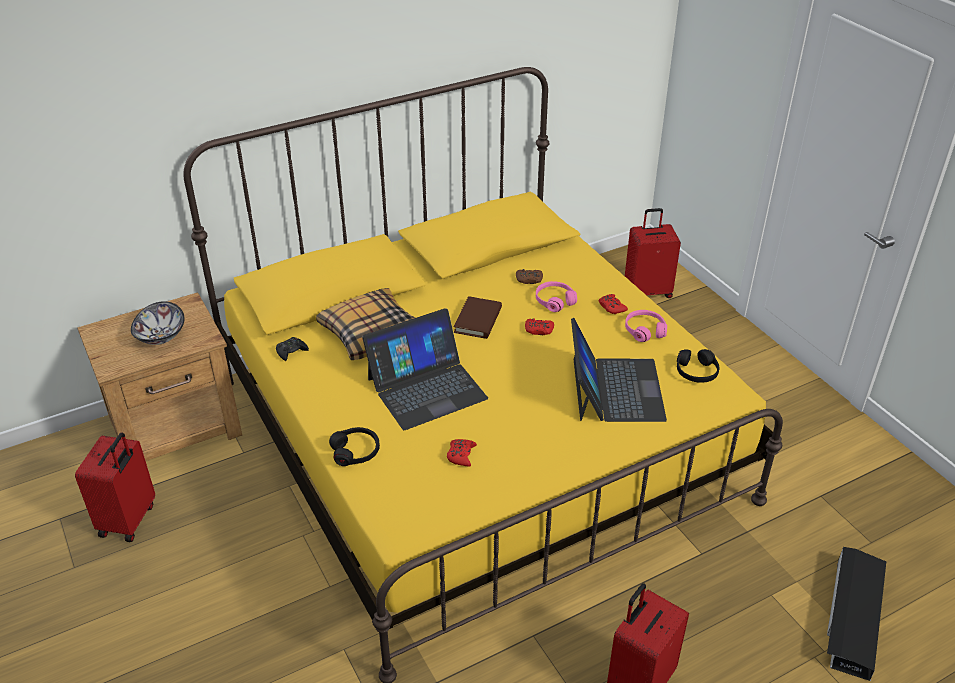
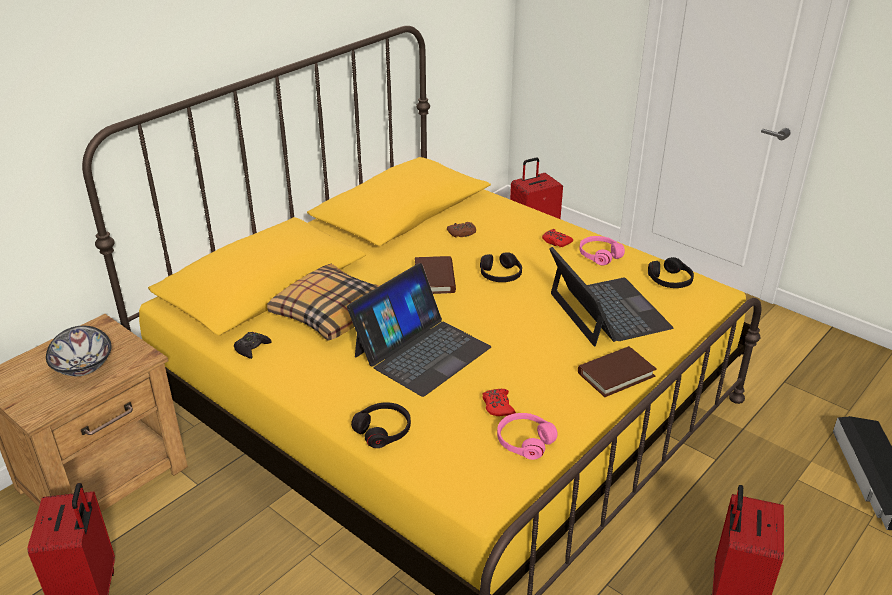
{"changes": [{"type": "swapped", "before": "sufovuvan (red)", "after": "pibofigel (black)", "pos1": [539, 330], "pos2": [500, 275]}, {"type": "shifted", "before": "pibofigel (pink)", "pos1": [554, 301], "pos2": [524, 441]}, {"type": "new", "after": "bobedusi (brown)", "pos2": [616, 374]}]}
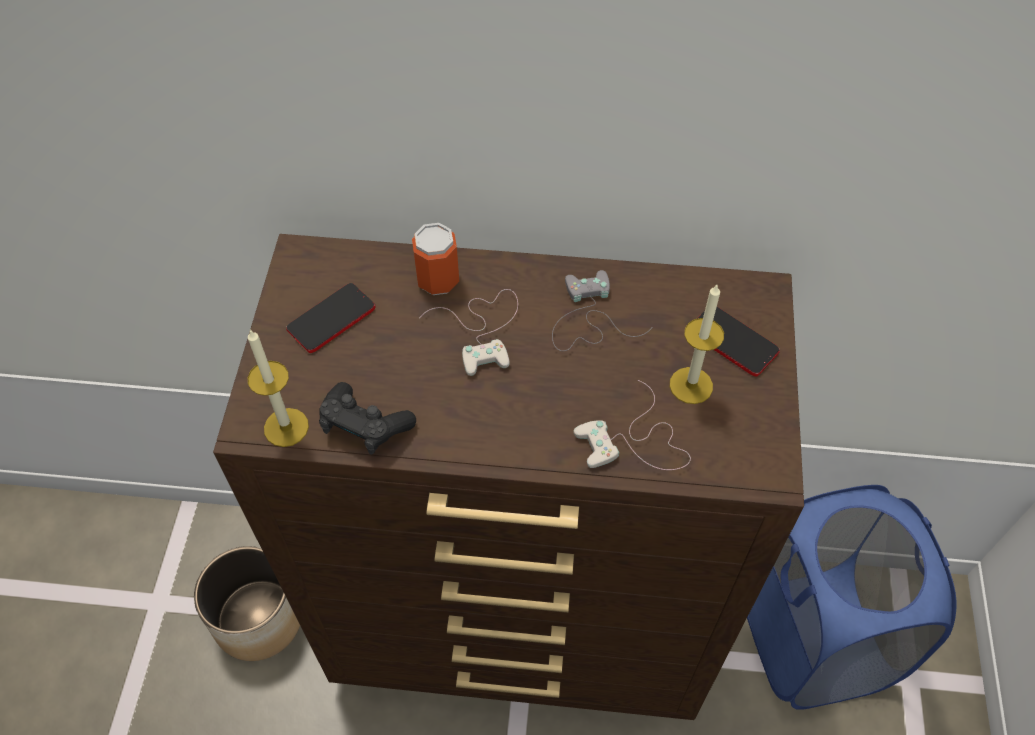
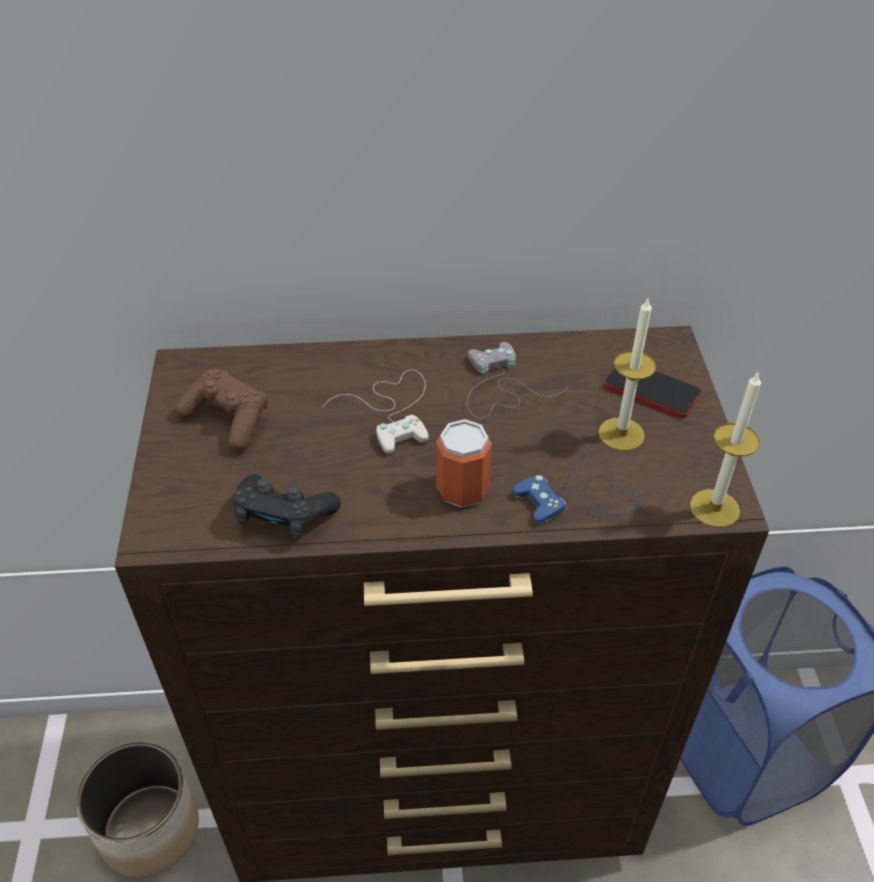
{"changes": [{"type": "shifted", "before": "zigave", "pos1": [286, 427], "pos2": [714, 508]}, {"type": "swapped", "before": "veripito", "after": "sufovuvan (brown)", "pos1": [331, 319], "pos2": [228, 420]}, {"type": "shifted", "before": "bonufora", "pos1": [438, 280], "pos2": [462, 490]}, {"type": "repainted", "before": "sufovuvan (white)", "after": "sufovuvan (blue)", "pos1": [635, 441], "pos2": [578, 493]}]}
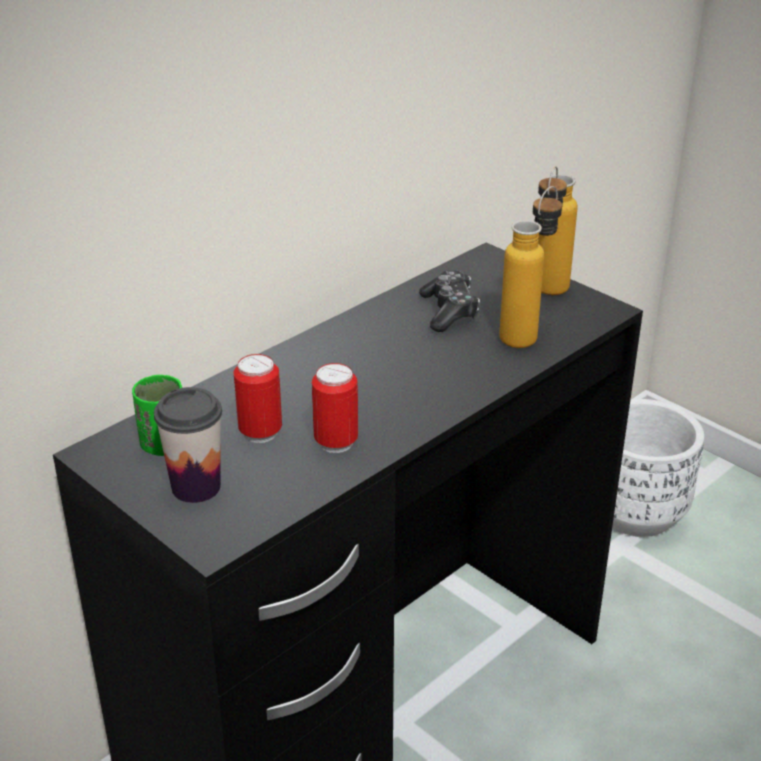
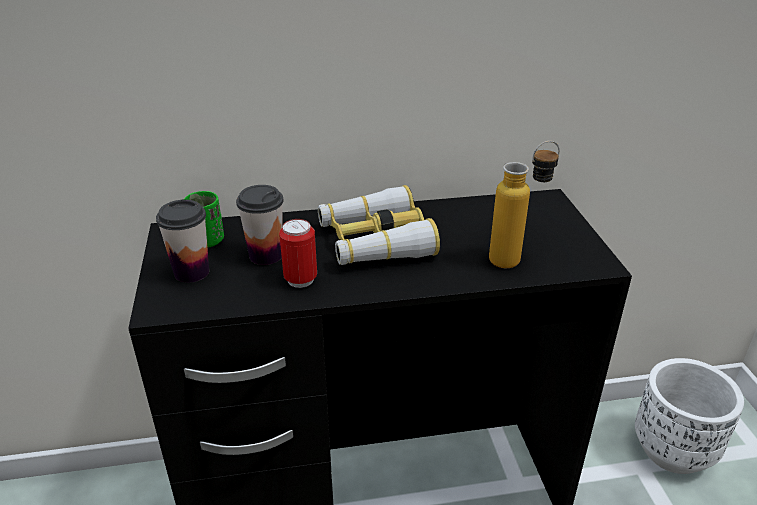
{"changes": [{"type": "swapped", "before": "bonufora", "after": "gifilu", "pos1": [260, 432], "pos2": [266, 255]}, {"type": "gone", "before": "sufovuvan", "pos1": [449, 311]}, {"type": "gone", "before": "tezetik", "pos1": [547, 295]}, {"type": "new", "after": "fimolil", "pos2": [375, 241]}]}
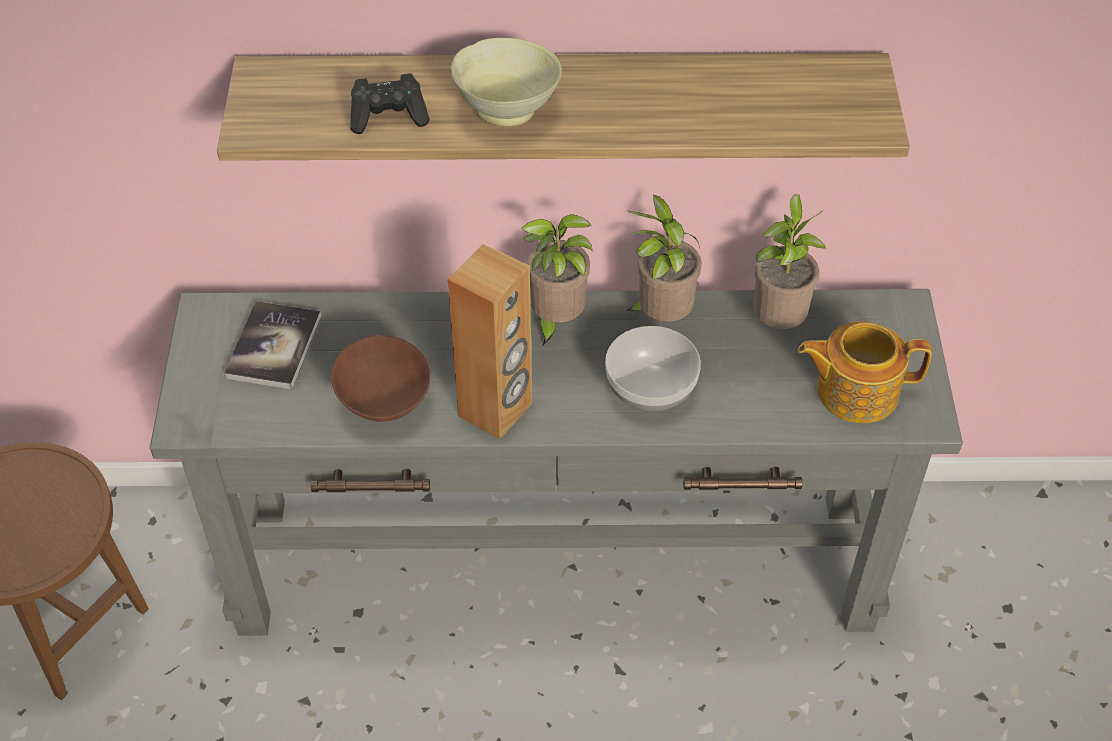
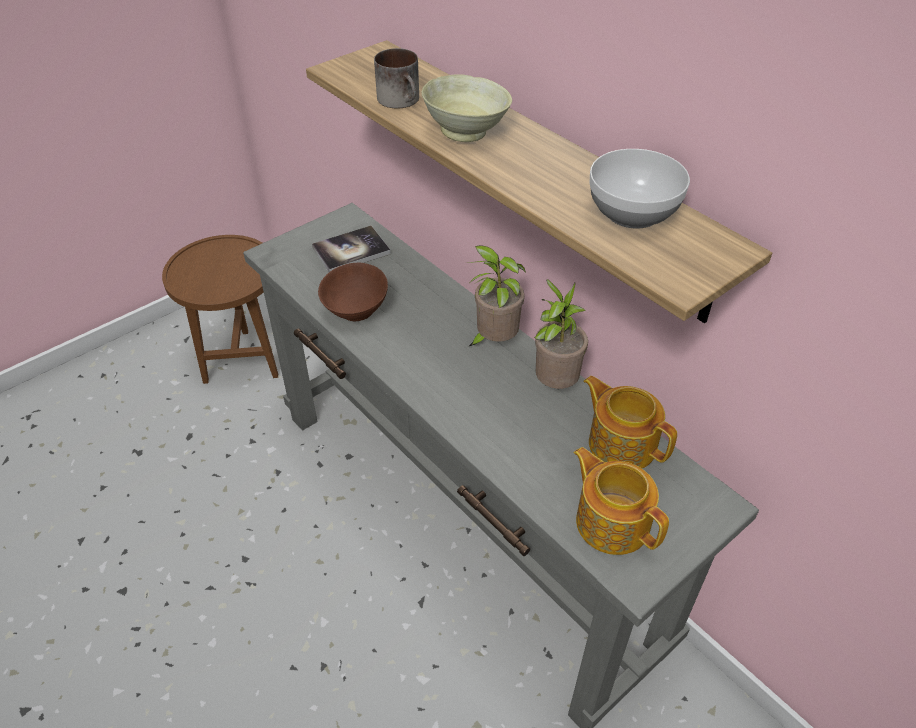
{"changes": [{"type": "swapped", "before": "sufovuvan (black)", "after": "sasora", "pos1": [389, 116], "pos2": [402, 100]}, {"type": "gone", "before": "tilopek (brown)", "pos1": [496, 410]}, {"type": "shifted", "before": "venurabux", "pos1": [649, 389], "pos2": [631, 211]}, {"type": "swapped", "before": "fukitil", "after": "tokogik", "pos1": [778, 321], "pos2": [621, 443]}]}
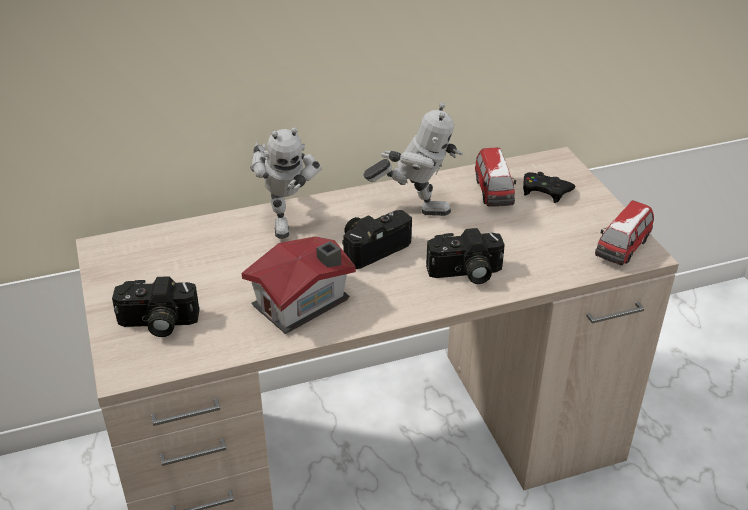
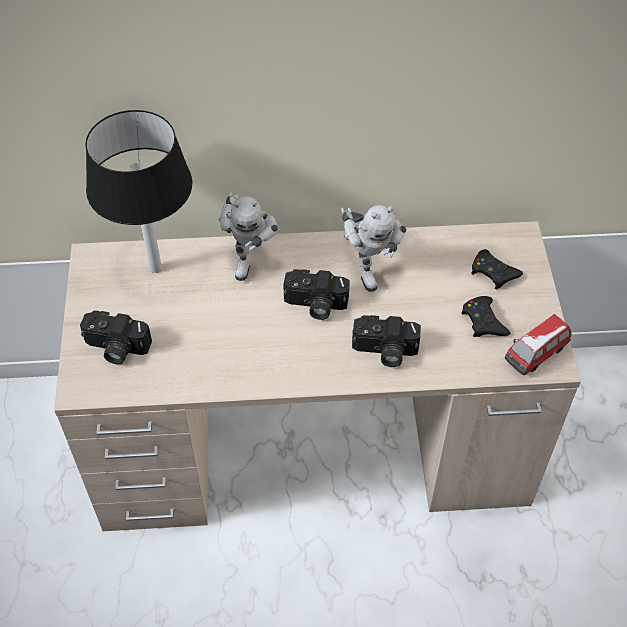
{"changes": [{"type": "gone", "before": "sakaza", "pos1": [304, 303]}, {"type": "rotated", "before": "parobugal", "pos1": [373, 247], "pos2": [315, 305], "turn": -150}, {"type": "rotated", "before": "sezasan", "pos1": [414, 207], "pos2": [367, 267], "turn": 45}, {"type": "gone", "before": "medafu", "pos1": [494, 193]}, {"type": "new", "after": "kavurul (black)", "pos2": [155, 268]}, {"type": "new", "after": "sufovuvan (black)", "pos2": [483, 321]}]}
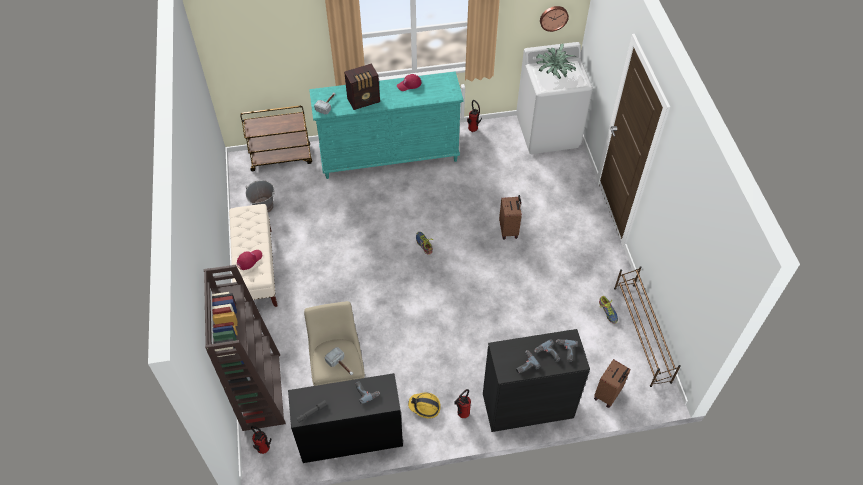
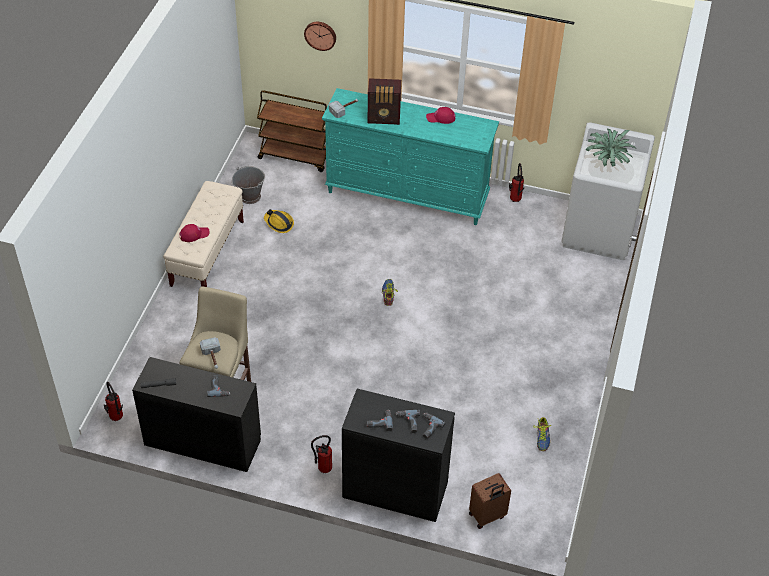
{"changes": [{"type": "gone", "before": "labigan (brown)", "pos1": [261, 390]}, {"type": "shifted", "before": "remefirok", "pos1": [425, 407], "pos2": [279, 223]}, {"type": "gone", "before": "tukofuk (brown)", "pos1": [509, 230]}, {"type": "shifted", "before": "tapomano", "pos1": [553, 17], "pos2": [320, 35]}, {"type": "gone", "before": "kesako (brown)", "pos1": [641, 334]}]}
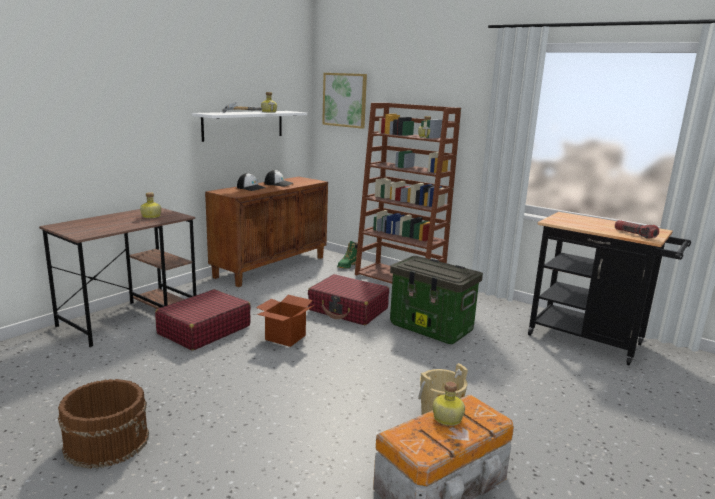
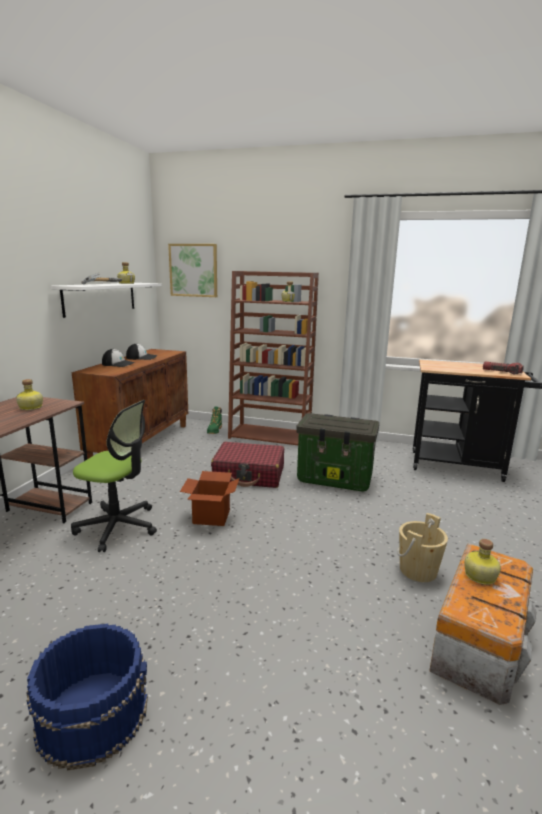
{"changes": [{"type": "repainted", "before": "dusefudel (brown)", "after": "dusefudel (blue)", "pos1": [107, 441], "pos2": [93, 713]}, {"type": "swapped", "before": "tukofuk (red)", "after": "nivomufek", "pos1": [204, 330], "pos2": [118, 527]}]}
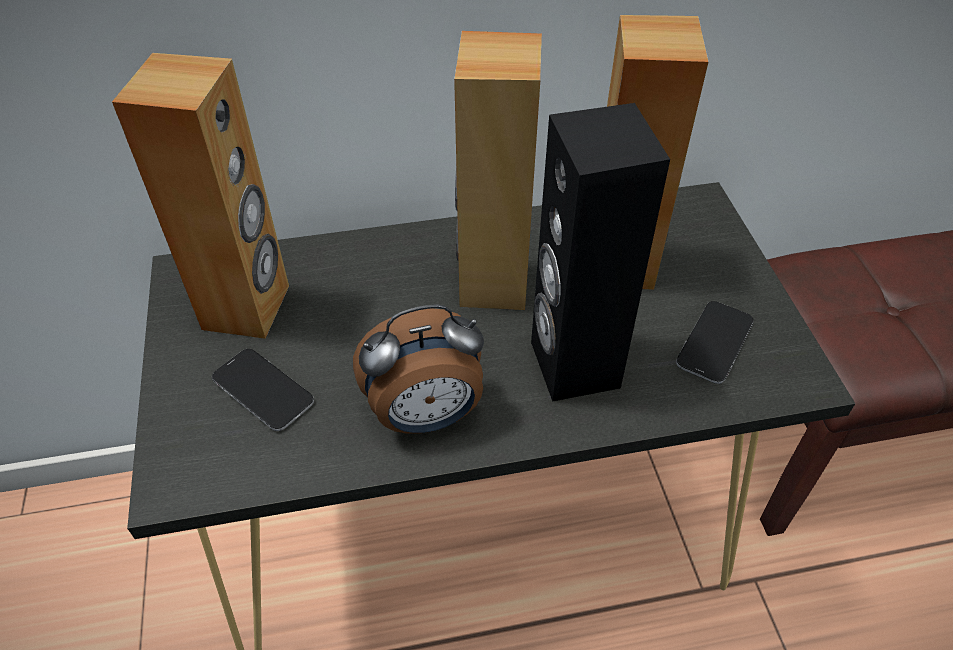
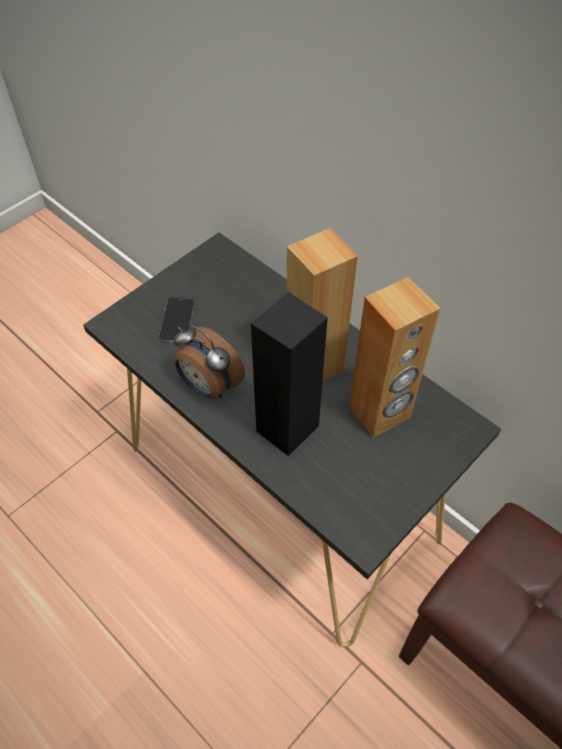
{"changes": [{"type": "gone", "before": "tilopek (brown)", "pos1": [247, 307]}, {"type": "gone", "before": "veripito", "pos1": [714, 343]}]}
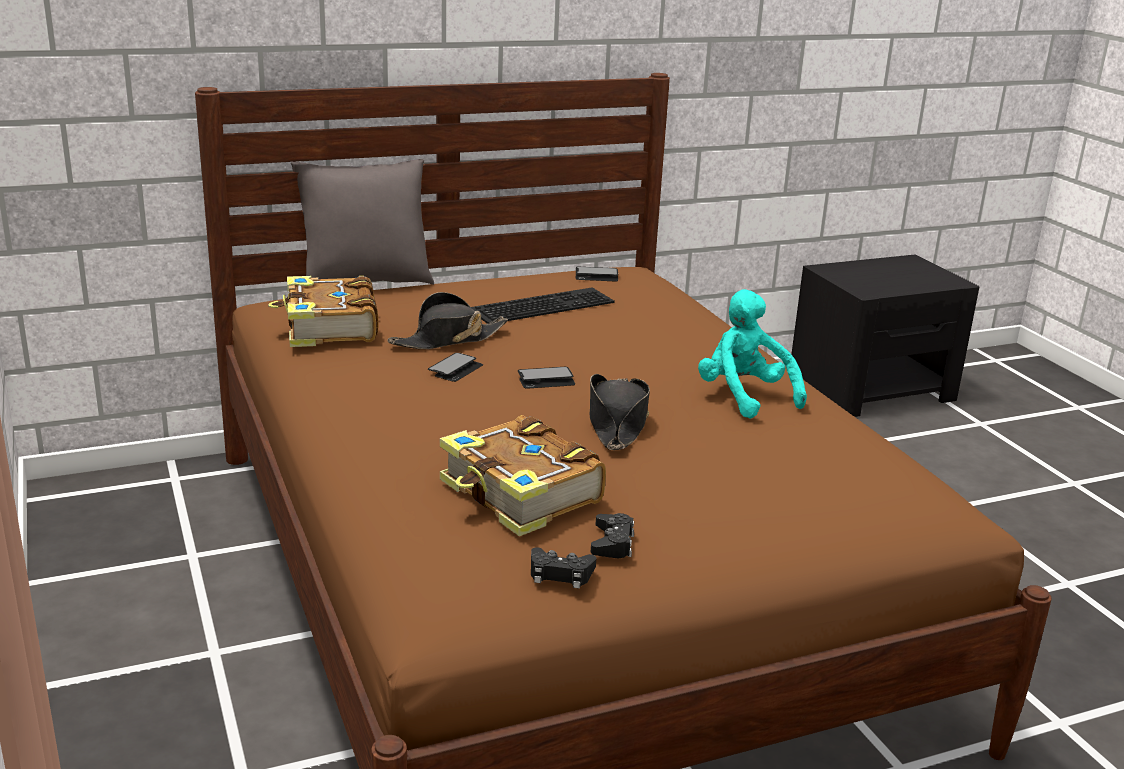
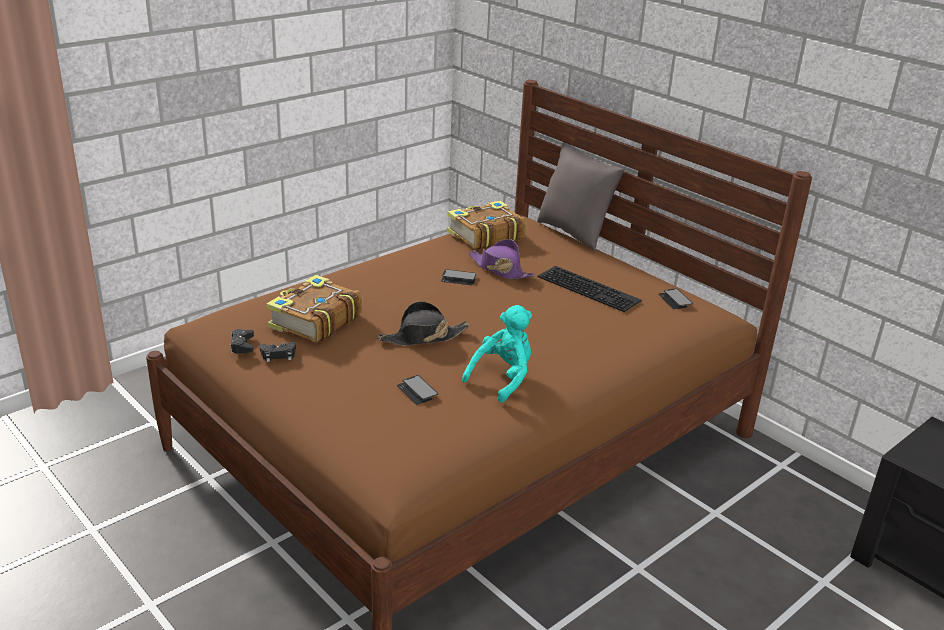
{"changes": [{"type": "repainted", "before": "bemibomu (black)", "after": "bemibomu (purple)", "pos1": [448, 339], "pos2": [500, 269]}, {"type": "shifted", "before": "veripito", "pos1": [546, 379], "pos2": [417, 391]}]}
